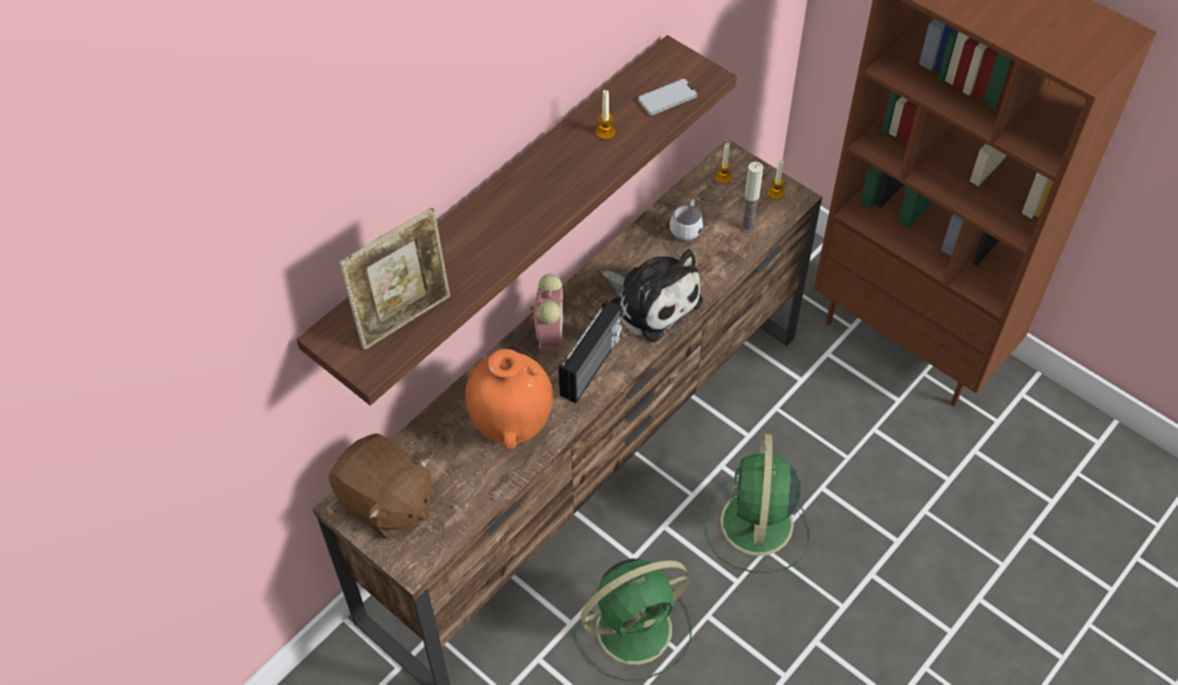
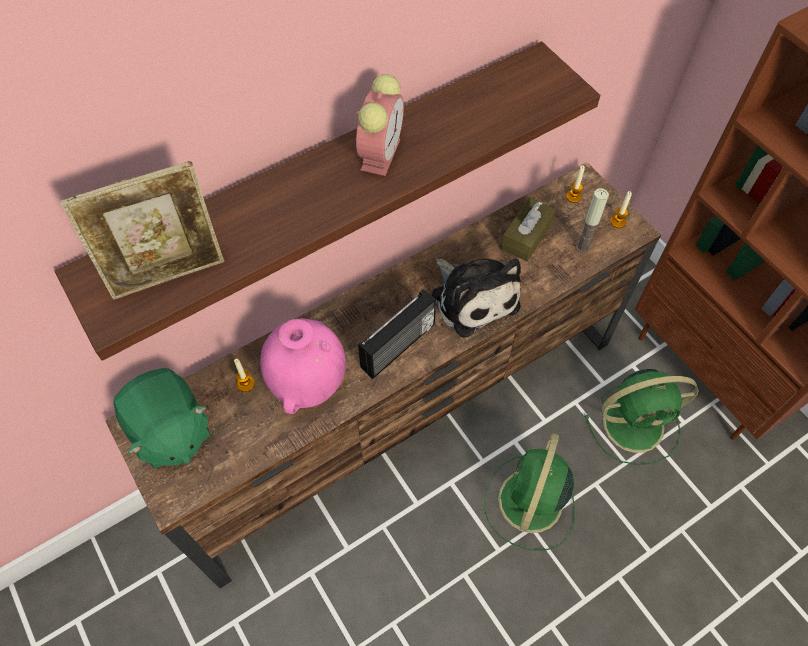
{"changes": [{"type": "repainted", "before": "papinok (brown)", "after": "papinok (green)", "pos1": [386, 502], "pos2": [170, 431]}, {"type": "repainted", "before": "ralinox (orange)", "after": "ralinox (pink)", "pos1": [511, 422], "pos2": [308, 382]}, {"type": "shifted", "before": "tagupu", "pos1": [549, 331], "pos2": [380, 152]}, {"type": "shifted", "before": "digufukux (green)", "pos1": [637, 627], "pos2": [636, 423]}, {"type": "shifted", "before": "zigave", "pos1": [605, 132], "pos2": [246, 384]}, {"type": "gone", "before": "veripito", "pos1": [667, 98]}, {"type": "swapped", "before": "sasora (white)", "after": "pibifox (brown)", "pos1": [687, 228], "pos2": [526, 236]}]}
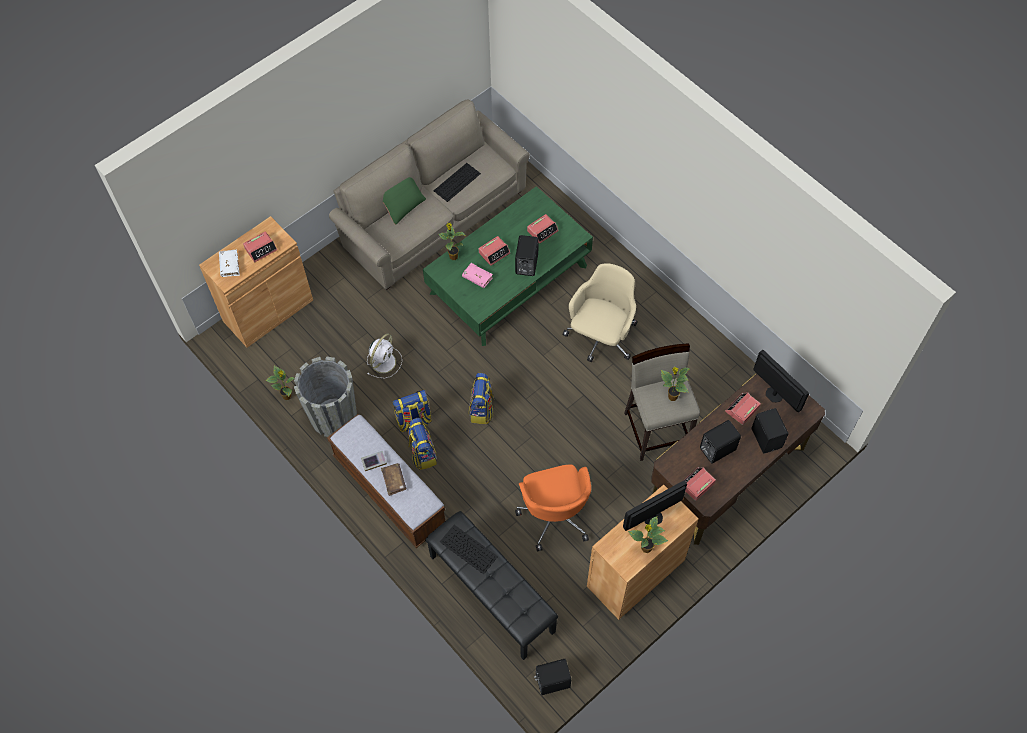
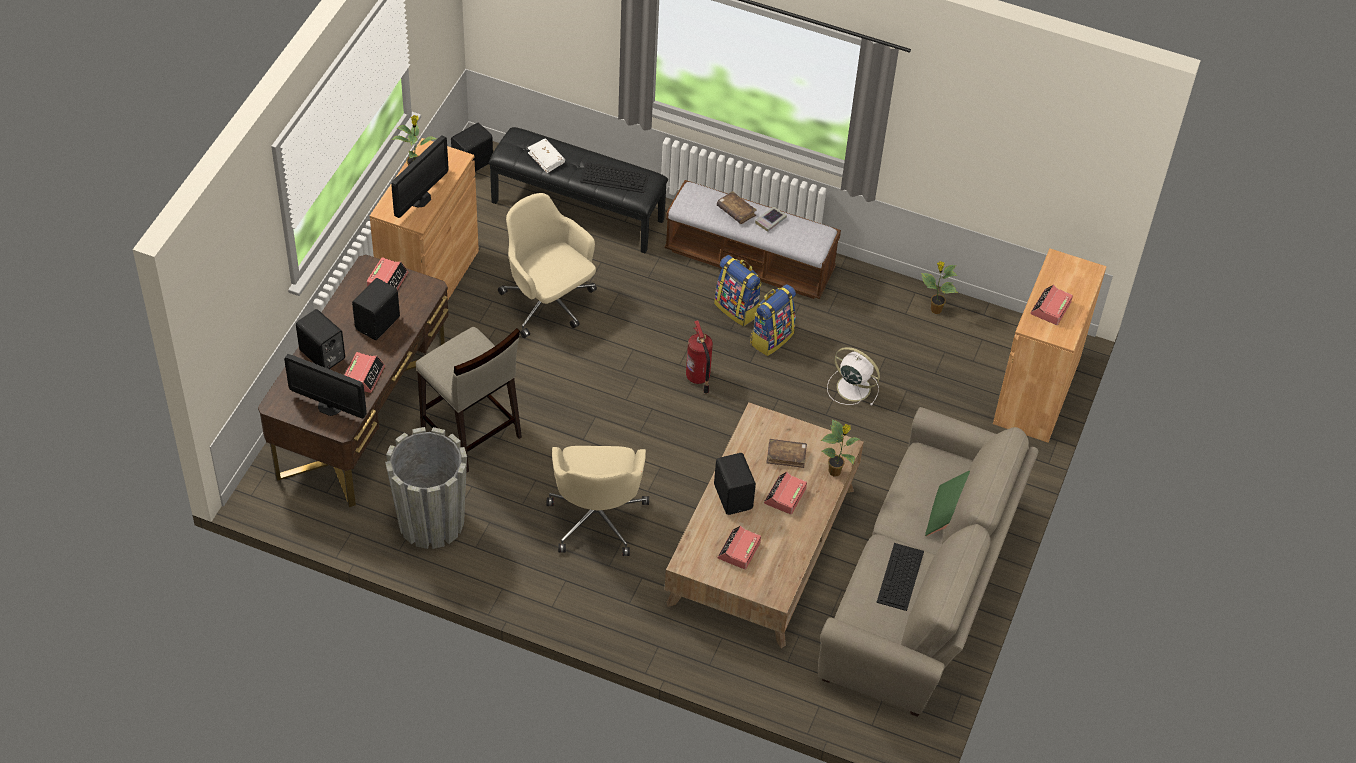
{"changes": [{"type": "shifted", "before": "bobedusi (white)", "pos1": [229, 265], "pos2": [546, 159]}, {"type": "shifted", "before": "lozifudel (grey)", "pos1": [333, 416], "pos2": [431, 521]}, {"type": "rotated", "before": "digufukux (white)", "pos1": [384, 361], "pos2": [852, 387], "turn": 120}, {"type": "repainted", "before": "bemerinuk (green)", "after": "bemerinuk (brown)", "pos1": [509, 279], "pos2": [761, 546]}, {"type": "repainted", "before": "bobedusi (pink)", "after": "bobedusi (brown)", "pos1": [477, 278], "pos2": [786, 456]}, {"type": "swapped", "before": "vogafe", "after": "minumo", "pos1": [482, 409], "pos2": [698, 378]}, {"type": "repainted", "before": "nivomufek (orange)", "after": "nivomufek (beige)", "pos1": [555, 514], "pos2": [549, 303]}, {"type": "gone", "before": "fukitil", "pos1": [672, 397]}]}
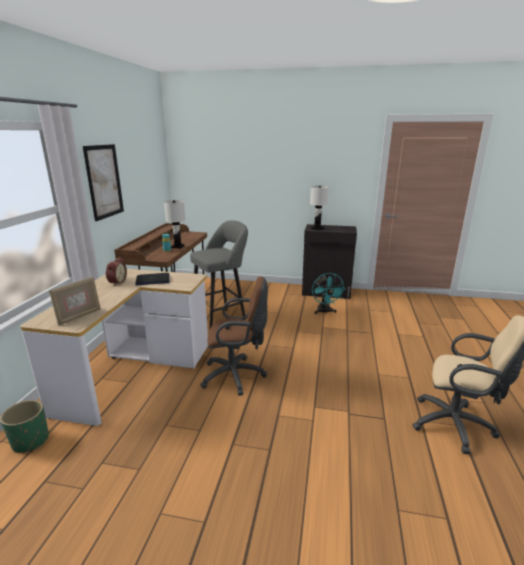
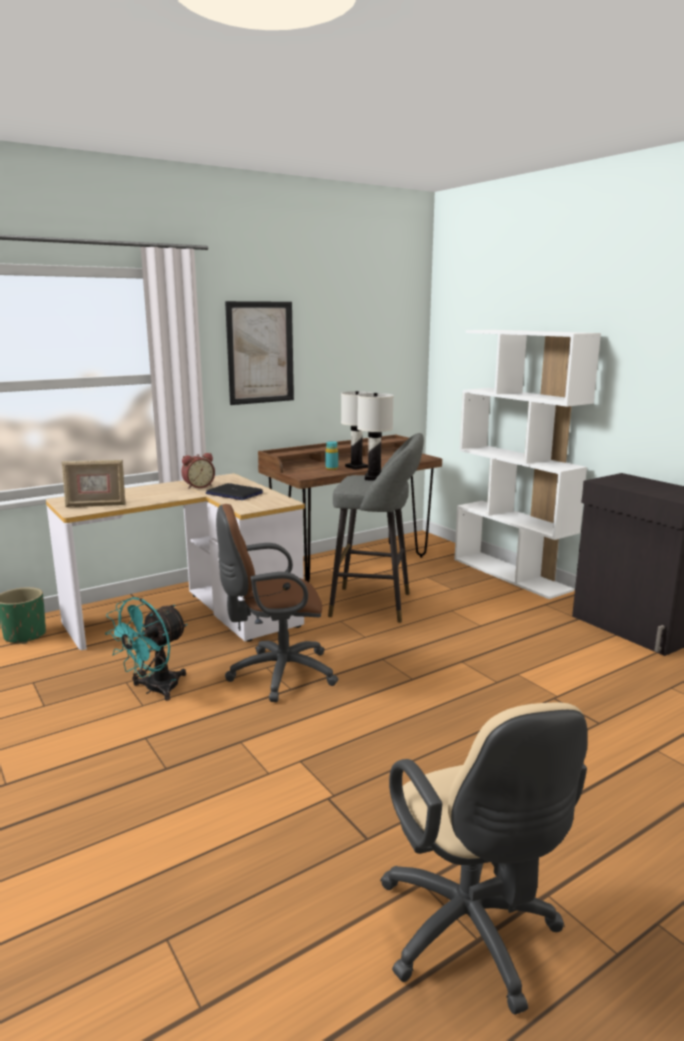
{"changes": [{"type": "rotated", "before": "nivomufek (brown)", "pos1": [236, 376], "pos2": [276, 674], "turn": 120}, {"type": "shifted", "before": "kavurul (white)", "pos1": [317, 228], "pos2": [374, 478]}, {"type": "shifted", "before": "digufukux (turquoise)", "pos1": [325, 312], "pos2": [154, 690]}, {"type": "new", "after": "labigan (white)", "pos2": [511, 574]}]}
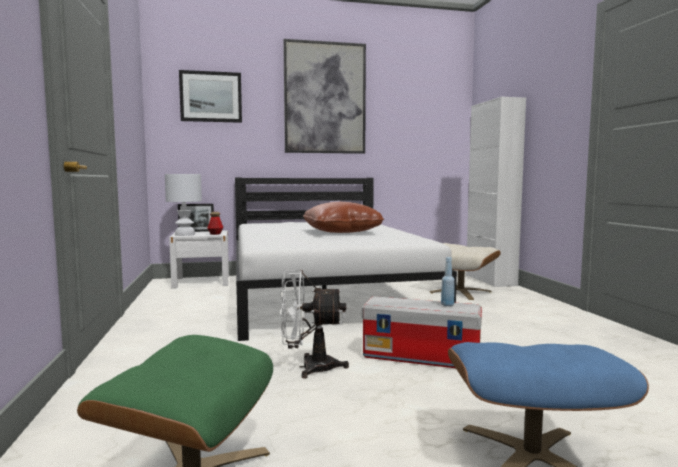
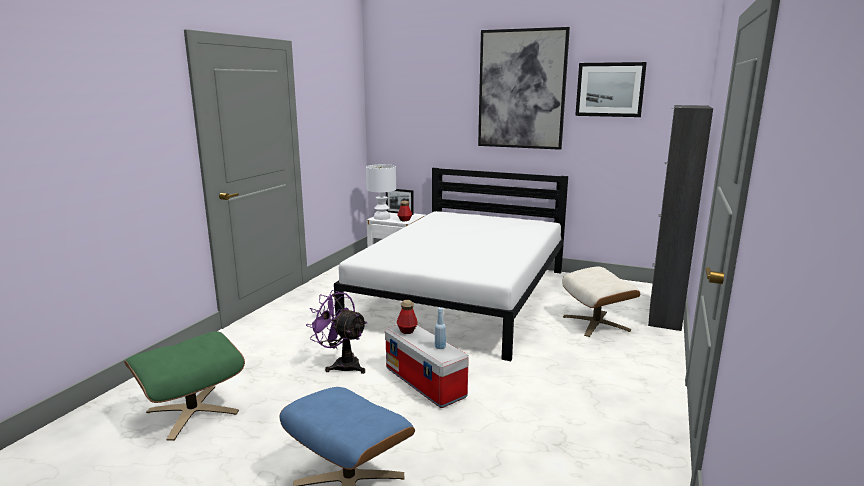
{"changes": [{"type": "shifted", "before": "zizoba", "pos1": [211, 97], "pos2": [610, 89]}, {"type": "repainted", "before": "digufukux (white)", "after": "digufukux (purple)", "pos1": [309, 367], "pos2": [342, 364]}, {"type": "gone", "before": "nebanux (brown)", "pos1": [342, 232]}, {"type": "repainted", "before": "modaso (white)", "after": "modaso (black)", "pos1": [490, 280], "pos2": [664, 315]}, {"type": "new", "after": "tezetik", "pos2": [407, 330]}]}
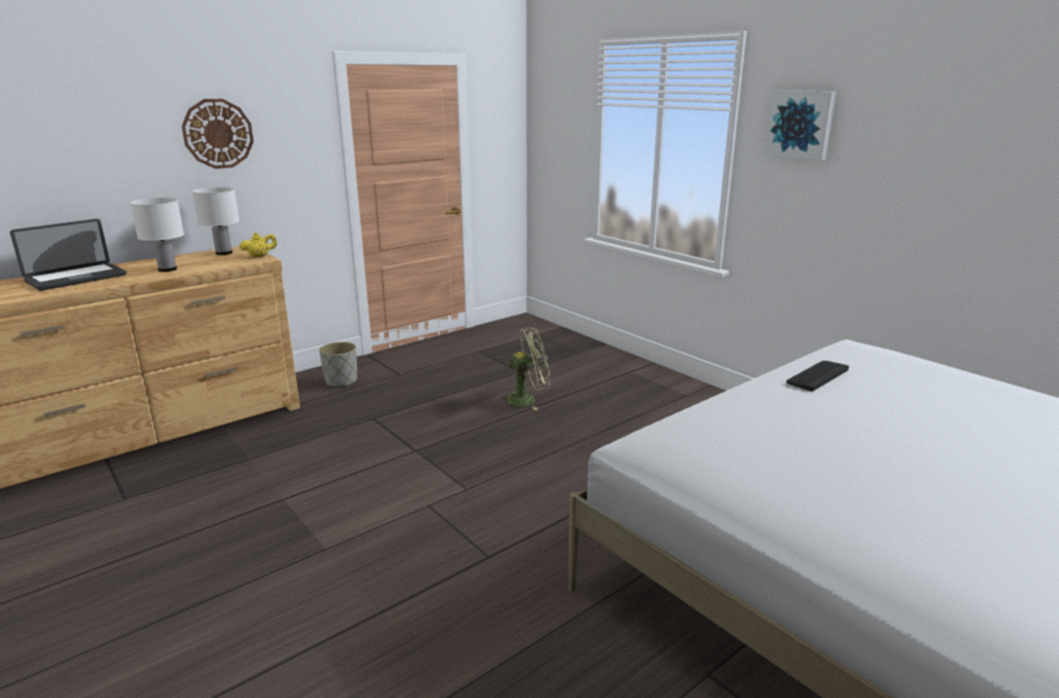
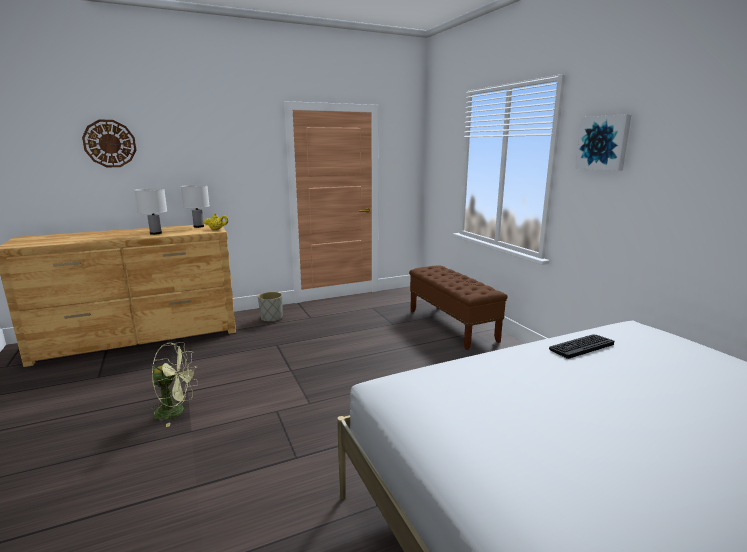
{"changes": [{"type": "gone", "before": "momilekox", "pos1": [76, 278]}, {"type": "shifted", "before": "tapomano", "pos1": [218, 134], "pos2": [110, 143]}, {"type": "shifted", "before": "digufukux (green)", "pos1": [527, 399], "pos2": [176, 412]}, {"type": "new", "after": "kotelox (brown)", "pos2": [452, 325]}]}
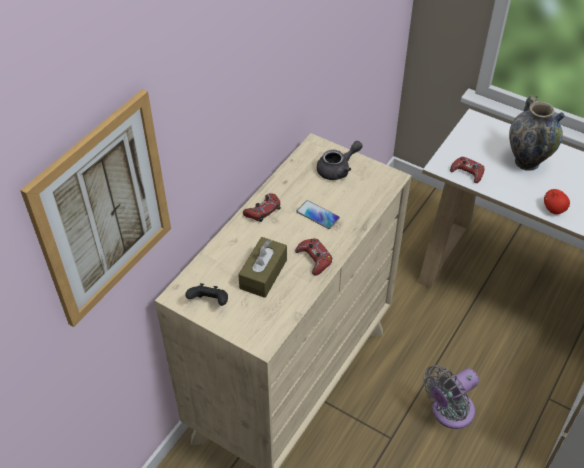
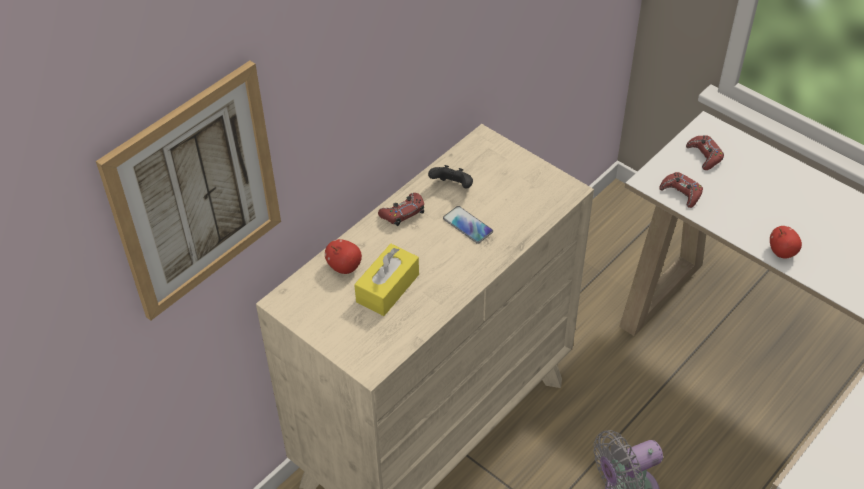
{"changes": [{"type": "shifted", "before": "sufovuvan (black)", "pos1": [209, 302], "pos2": [452, 187]}, {"type": "repainted", "before": "pibifox (brown)", "after": "pibifox (yellow)", "pos1": [263, 274], "pos2": [387, 288]}, {"type": "shifted", "before": "sufovuvan (red)", "pos1": [314, 259], "pos2": [704, 155]}, {"type": "gone", "before": "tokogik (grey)", "pos1": [338, 169]}, {"type": "gone", "before": "ralinox", "pos1": [527, 162]}, {"type": "new", "after": "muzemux", "pos2": [344, 267]}]}
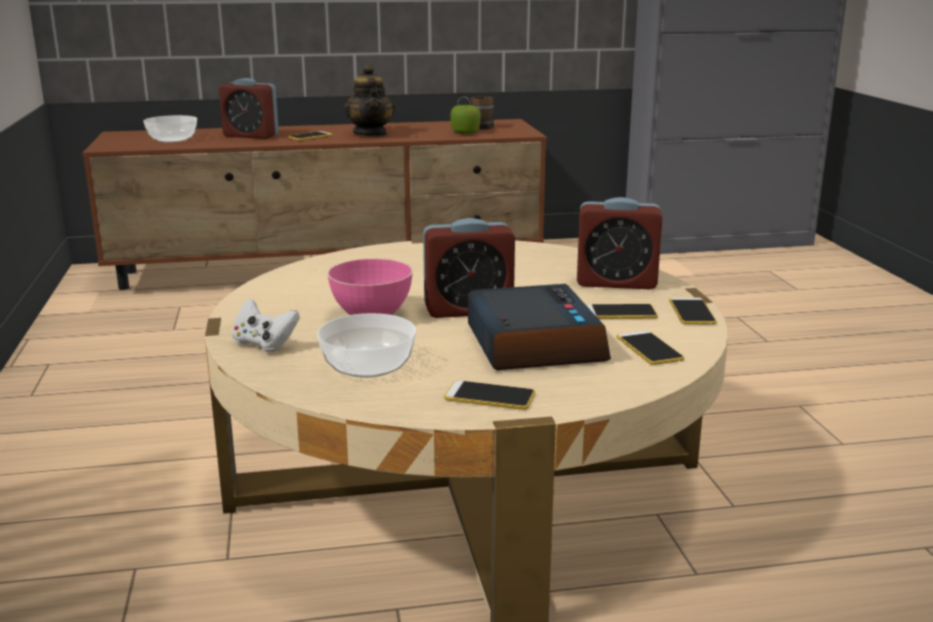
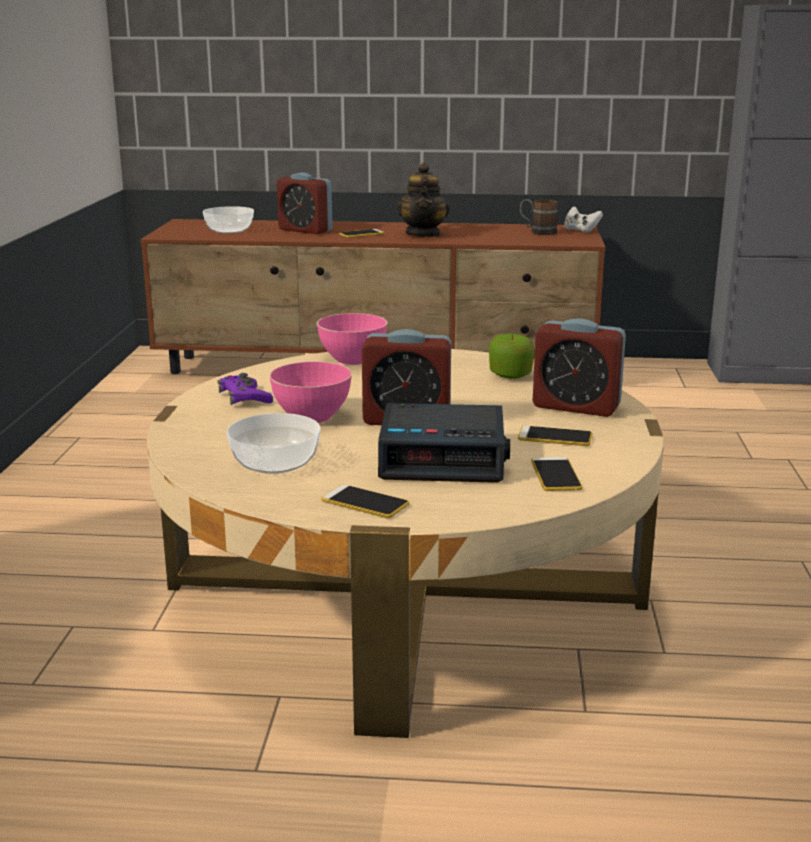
{"changes": [{"type": "shifted", "before": "sufovuvan (white)", "pos1": [264, 344], "pos2": [581, 230]}, {"type": "shifted", "before": "muzemux", "pos1": [465, 132], "pos2": [510, 375]}, {"type": "rotated", "before": "tagupu", "pos1": [532, 343], "pos2": [444, 458], "turn": 90}, {"type": "gone", "before": "veripito", "pos1": [691, 312]}, {"type": "new", "after": "sufovuvan (purple)", "pos2": [244, 397]}, {"type": "new", "after": "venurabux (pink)", "pos2": [353, 360]}]}
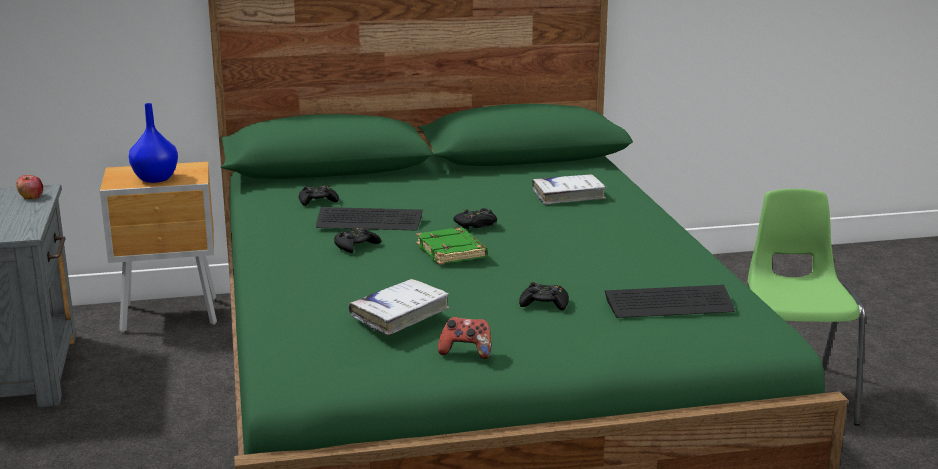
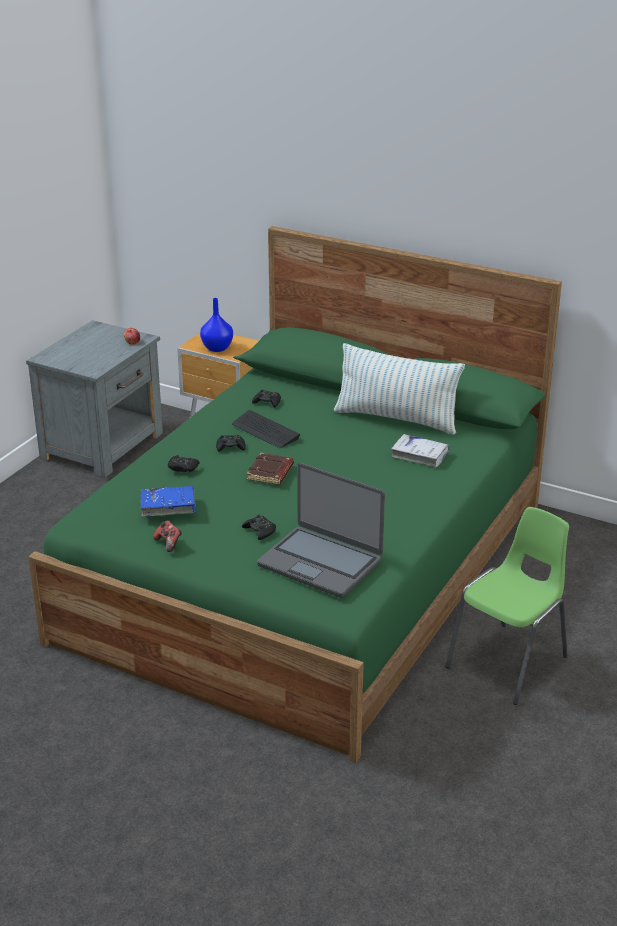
{"changes": [{"type": "repainted", "before": "bobedusi (white)", "after": "bobedusi (blue)", "pos1": [400, 314], "pos2": [168, 506]}, {"type": "repainted", "before": "bobedusi (green)", "after": "bobedusi (brown)", "pos1": [452, 251], "pos2": [271, 473]}, {"type": "shifted", "before": "sufovuvan (black)", "pos1": [476, 224], "pos2": [182, 468]}, {"type": "swapped", "before": "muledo", "after": "momilekox", "pos1": [669, 304], "pos2": [320, 562]}, {"type": "new", "after": "nebanux", "pos2": [396, 419]}]}
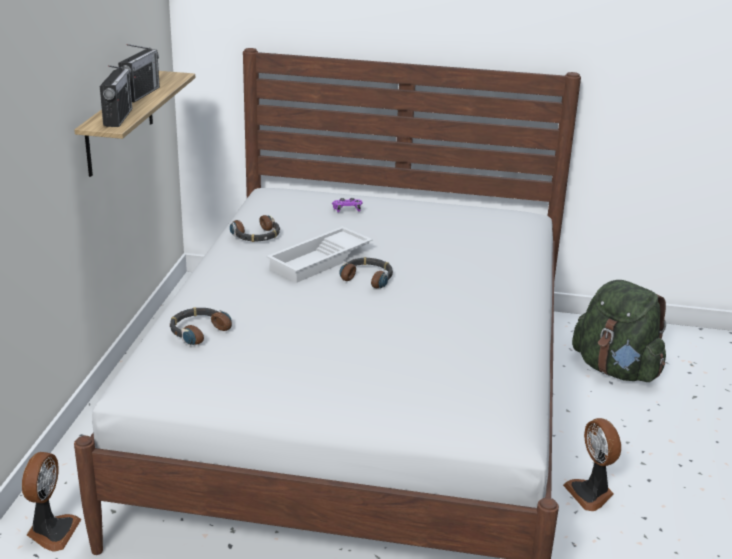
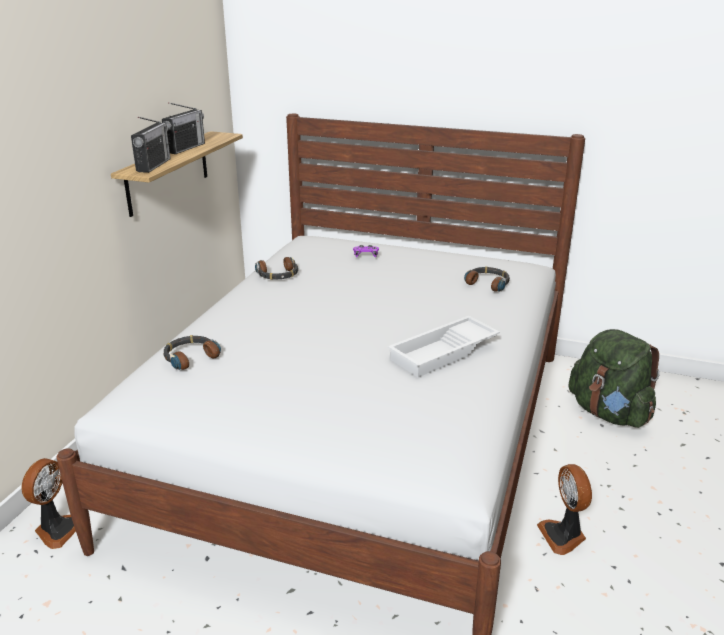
{"changes": [{"type": "shifted", "before": "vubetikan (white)", "pos1": [320, 261], "pos2": [444, 353]}, {"type": "shifted", "before": "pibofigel", "pos1": [368, 278], "pos2": [488, 283]}]}
